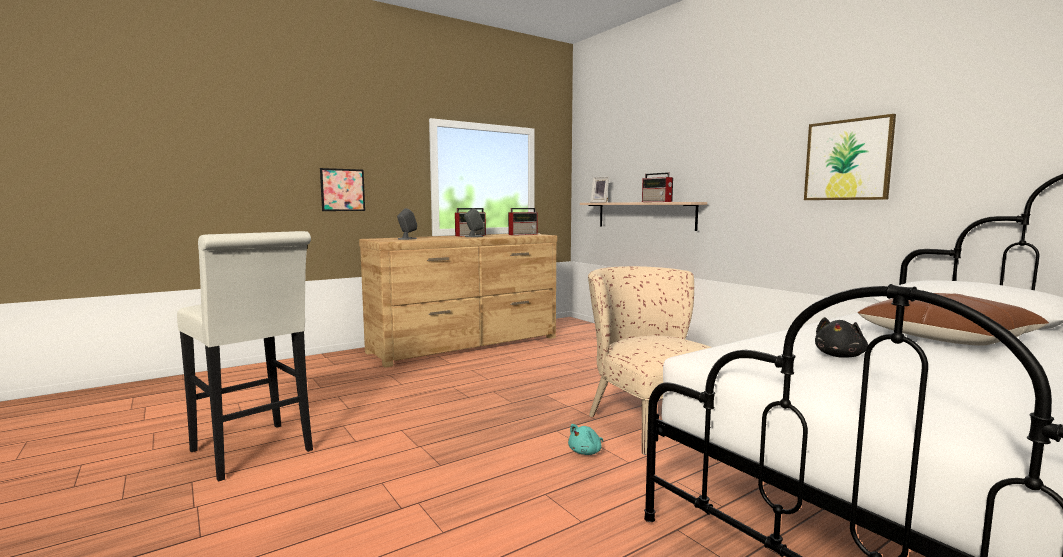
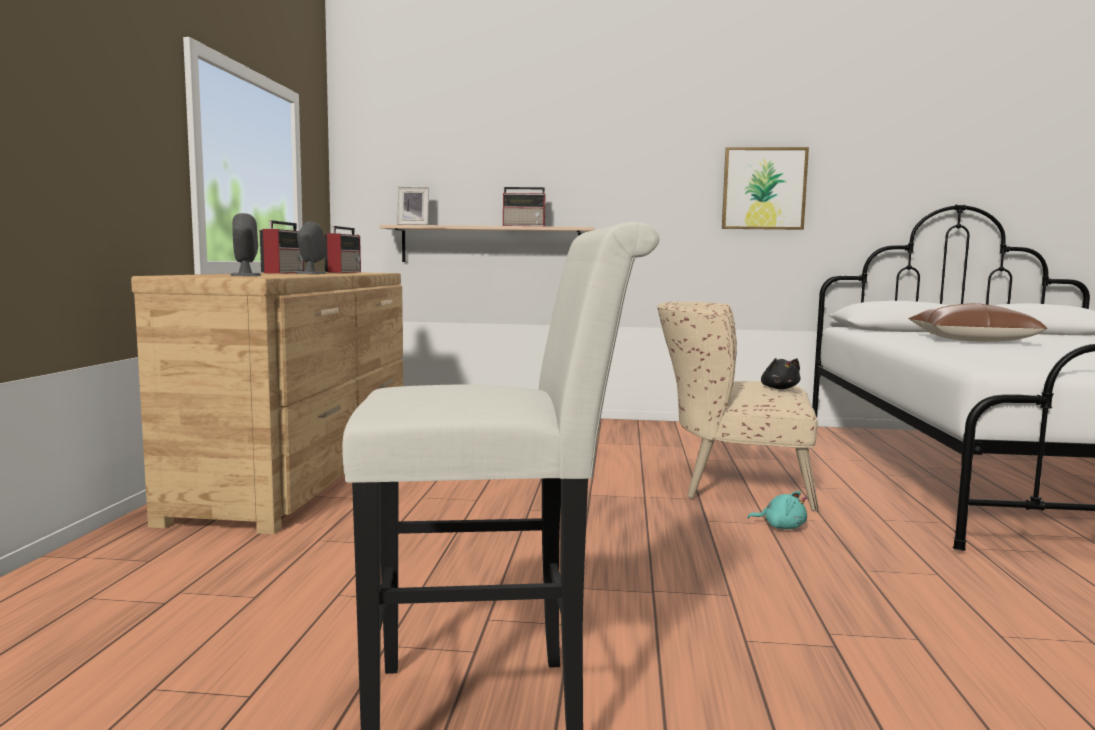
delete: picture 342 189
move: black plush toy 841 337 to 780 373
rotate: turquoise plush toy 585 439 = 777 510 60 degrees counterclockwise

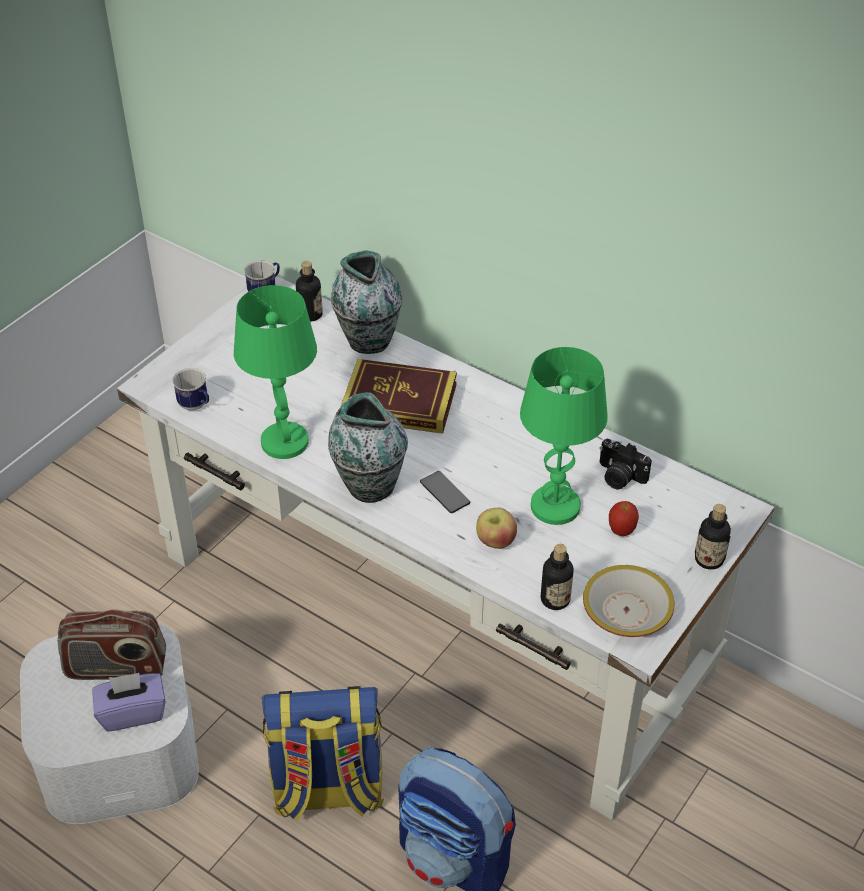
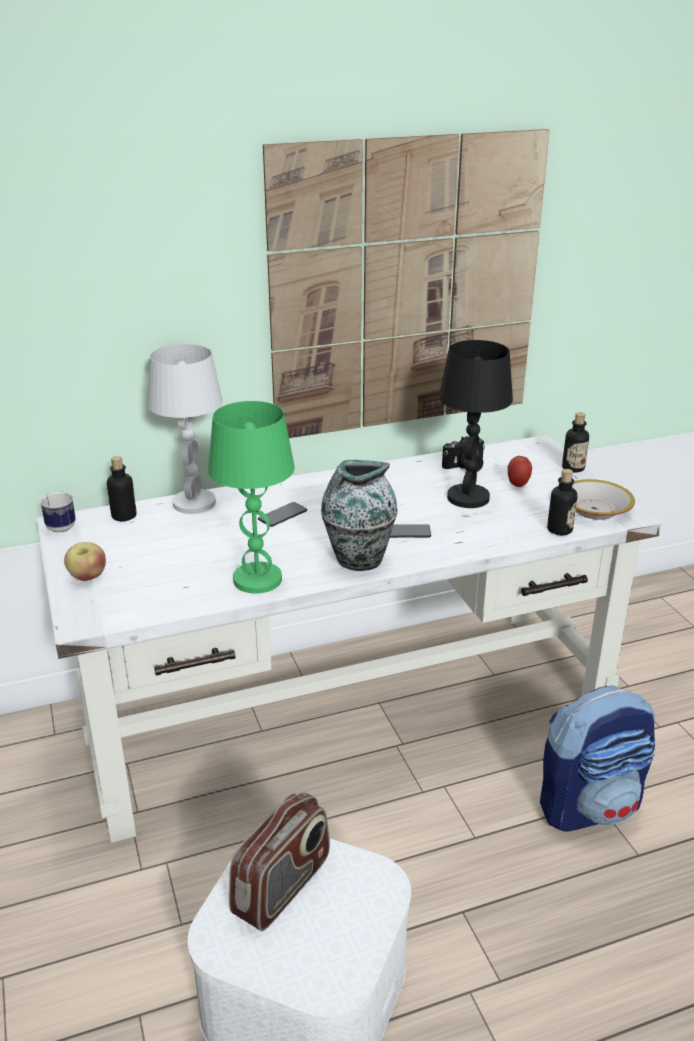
delete: purple tissue box 128 702; mug 190 389; backpack 323 754
insert: picture 406 283
move: apple 496 528 to 85 561
replace: vase 366 302 to white table lamp 185 429; book 399 396 to phone 282 514
recolor: green table lamp 564 436 to black table lamp 476 424

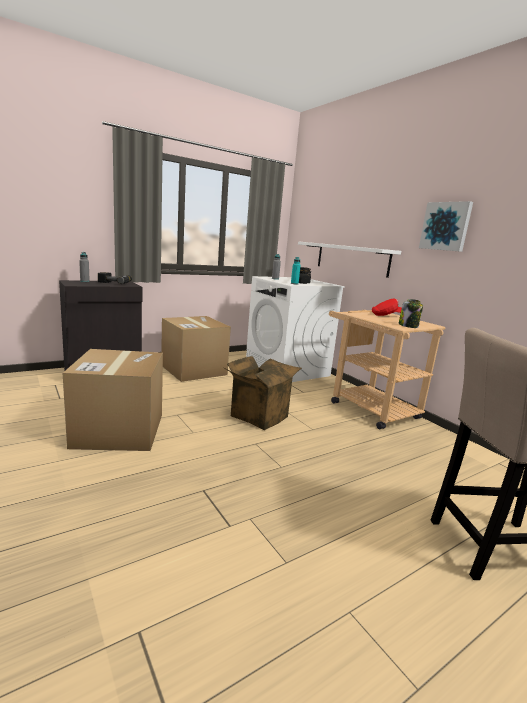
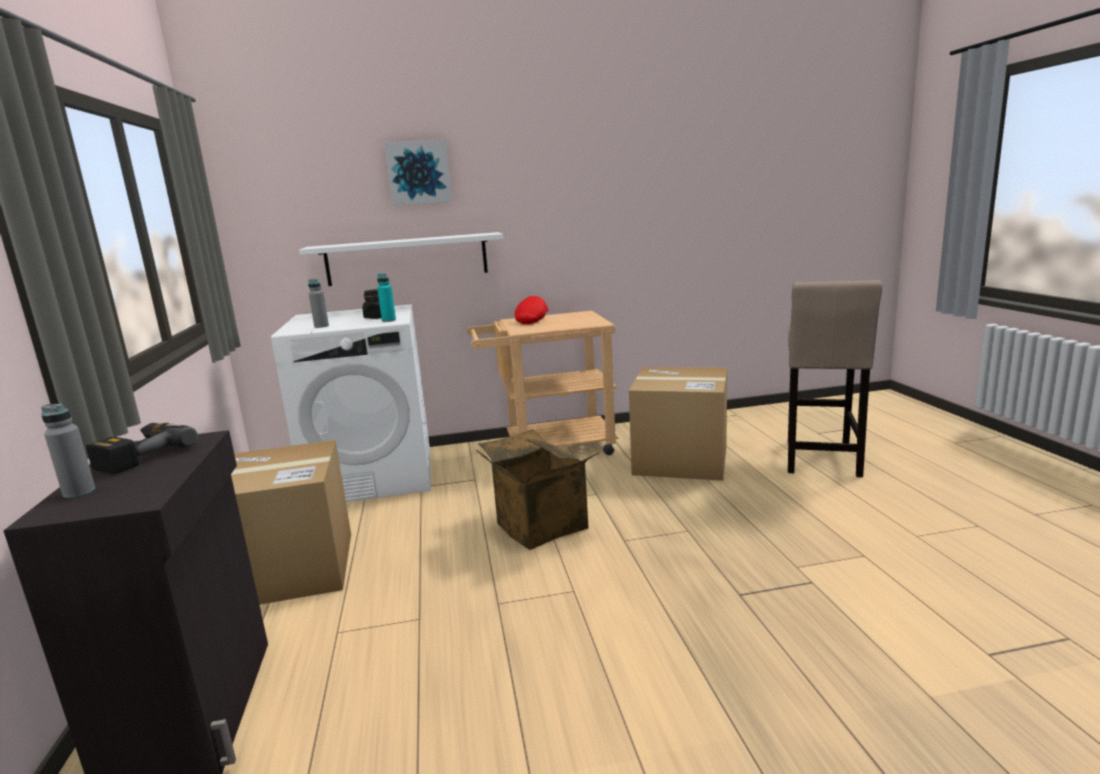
delete: jar 411 313
move: picture 446 226 to 418 172; cardboard box 113 400 to 678 424

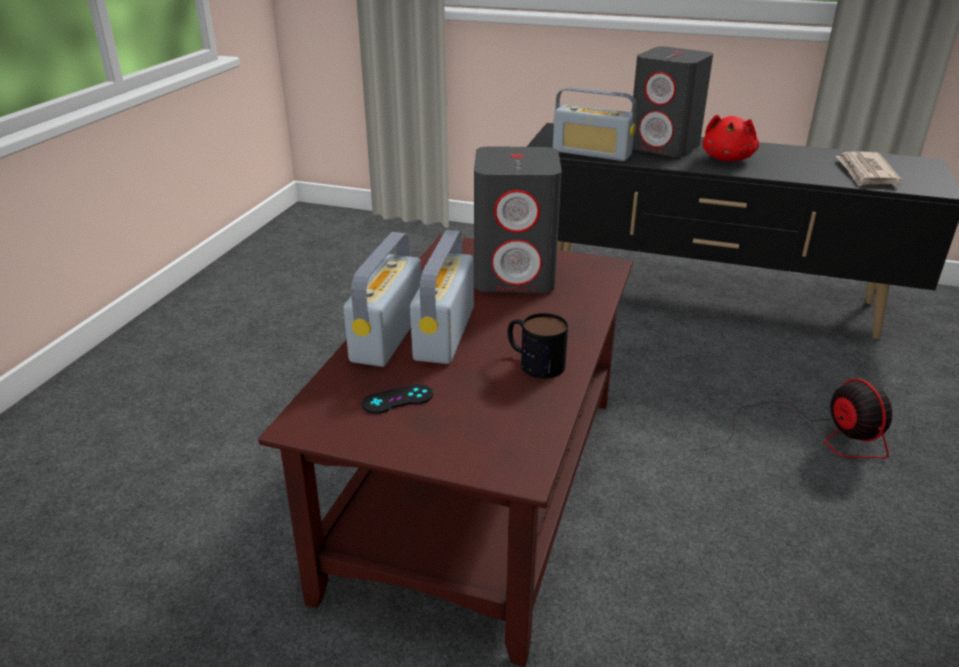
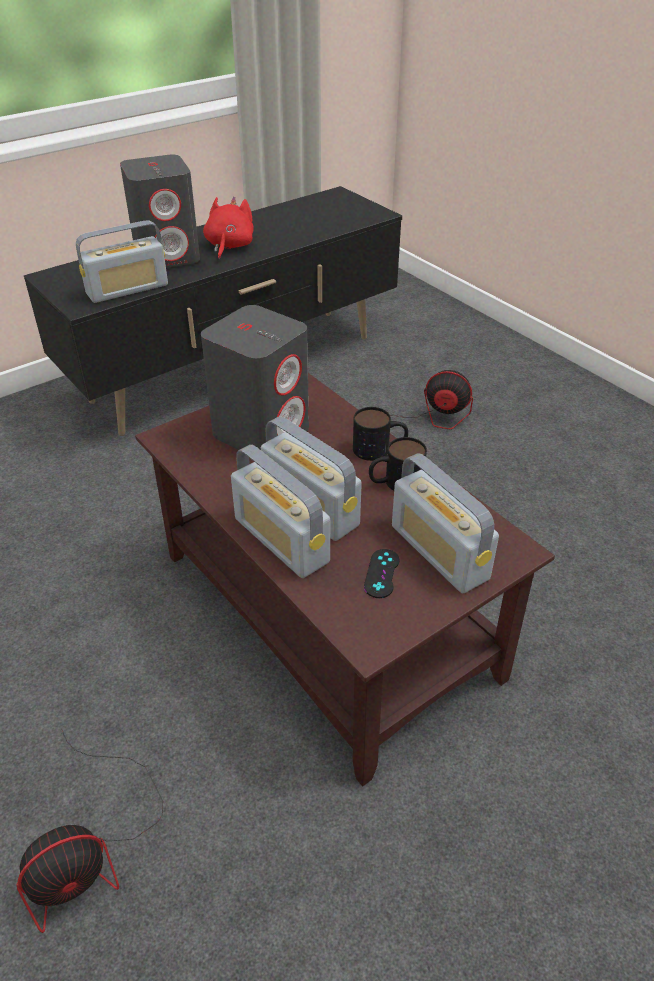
delete: newspaper 869 168
insert: fan 89 830; mug 380 434; radio 445 523
rotate: red plush toy 730 138 = 228 228 135 degrees counterclockwise

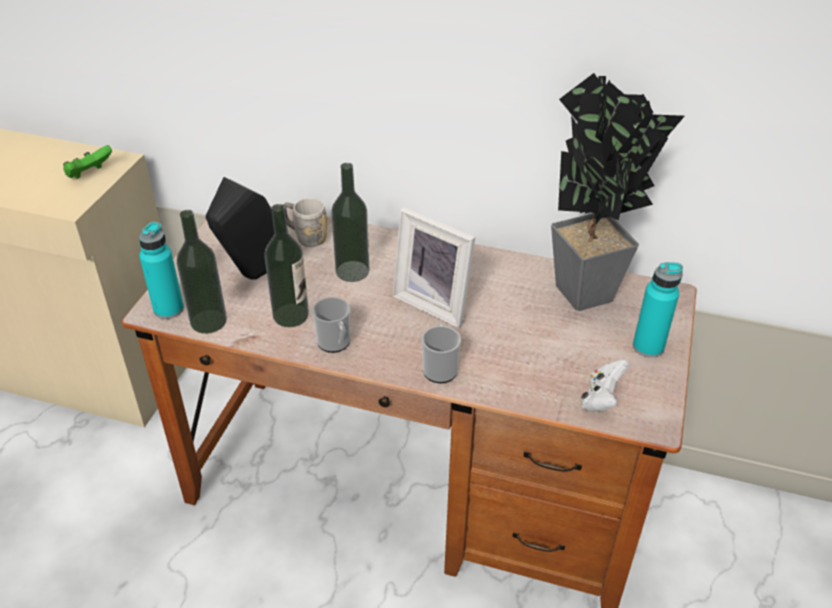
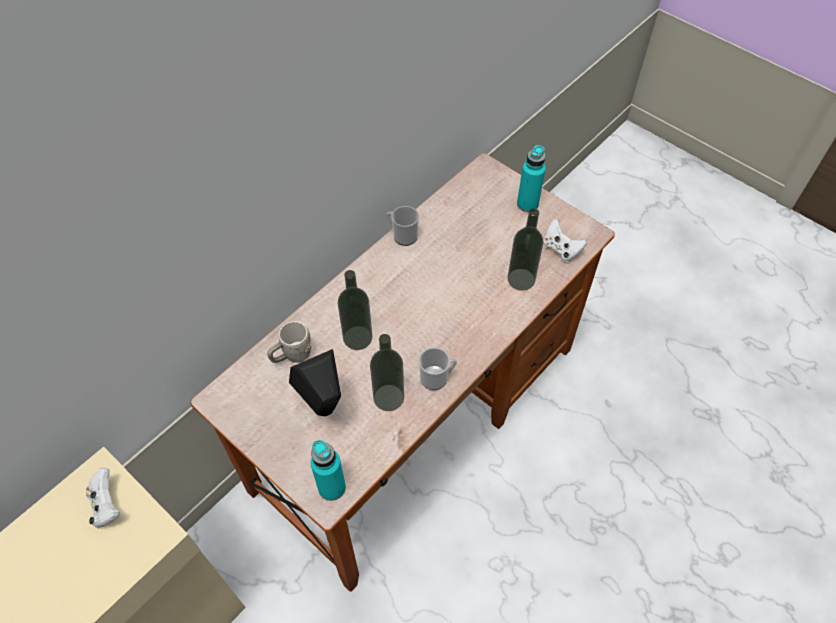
delete: picture frame 434 267; potted plant 618 192
move: mug 441 353 to 403 226; bottle 202 272 to 525 249
recolor: green game controller 87 162 to white game controller 103 498

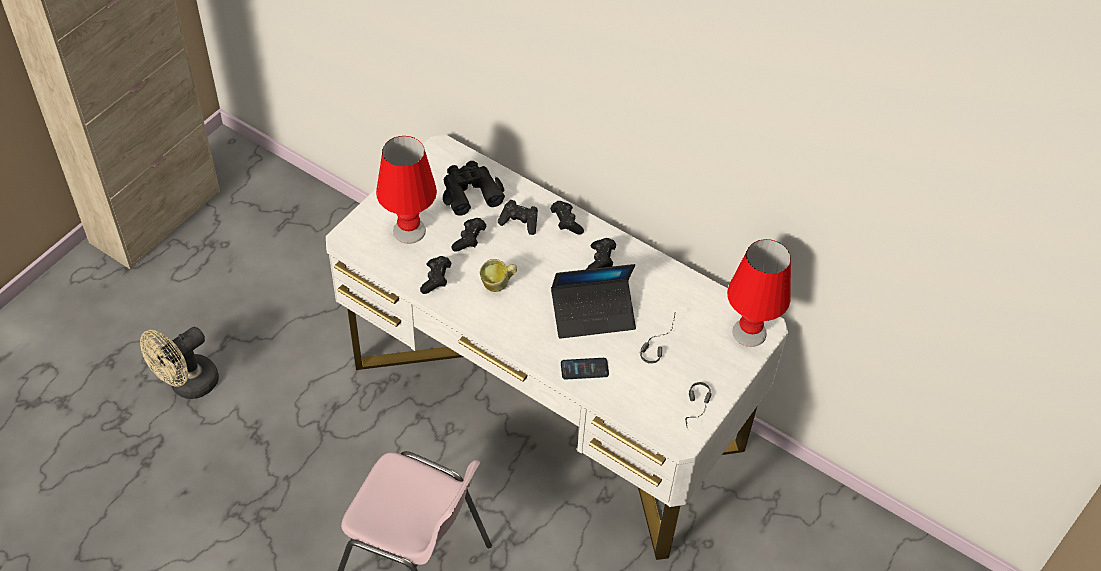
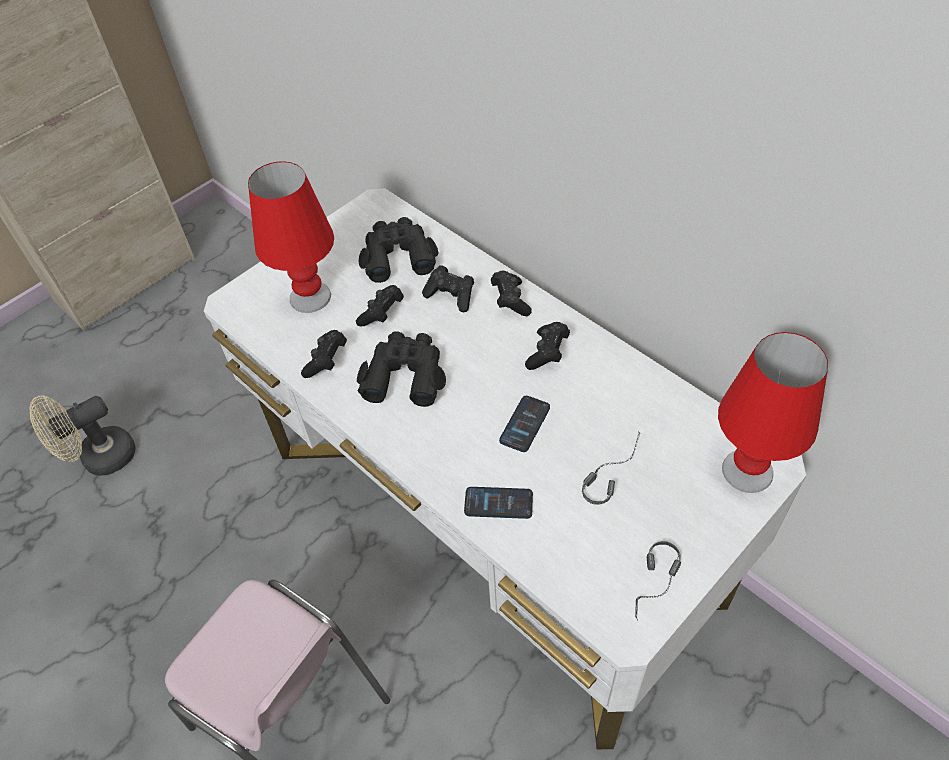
replace: mug 498 275 to black binoculars 401 369; laptop 593 301 to phone 524 424

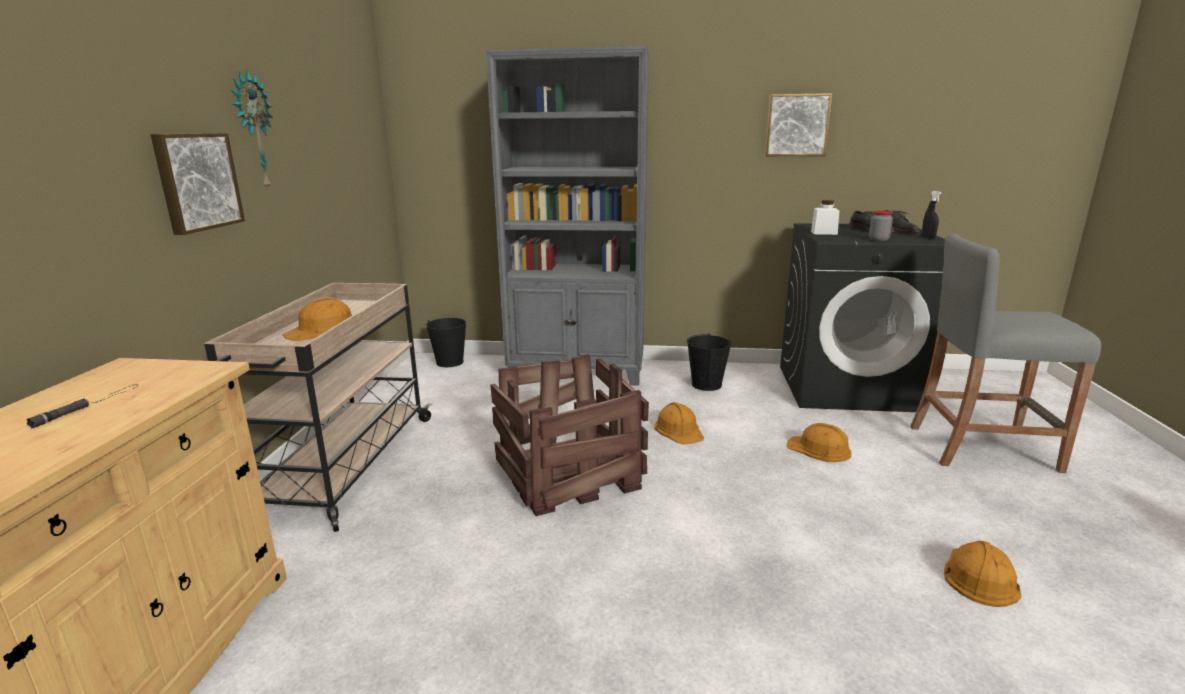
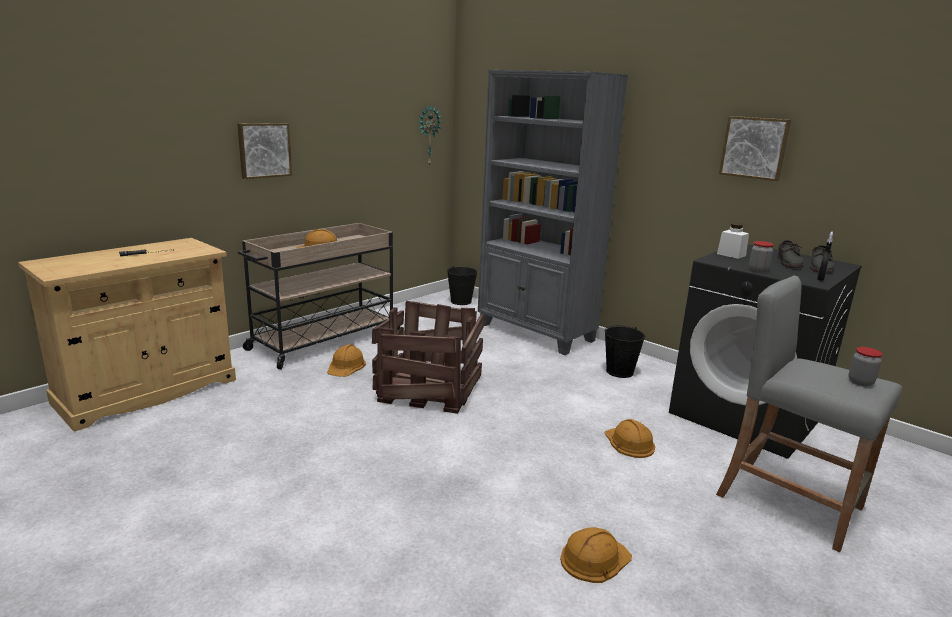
insert: jar 865 367
move: orange hard hat 679 423 to 346 360; wall clock 252 130 to 429 135

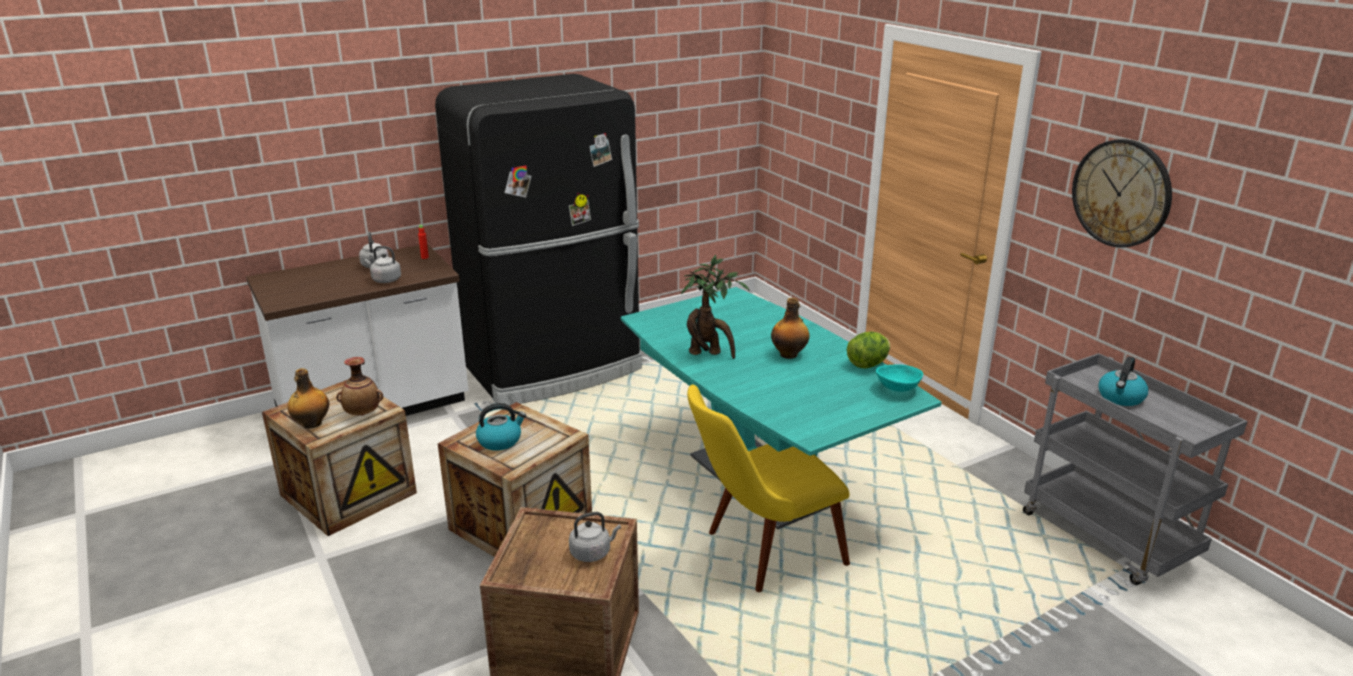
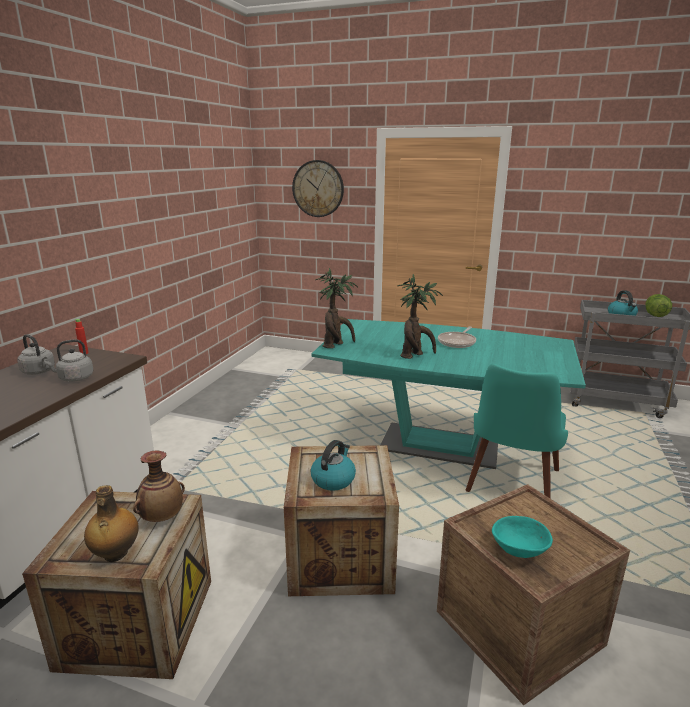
delete: black fridge 538 239; grey kettle 595 537
insert: potted plant 336 308
move: wall clock 1122 193 to 318 188; turquoise bowl 899 378 to 522 537; lettuce 868 350 to 658 305
replace: bottle 790 328 to frying pan 457 337
recolor: yellow chair 768 488 to turquoise chair 517 431

